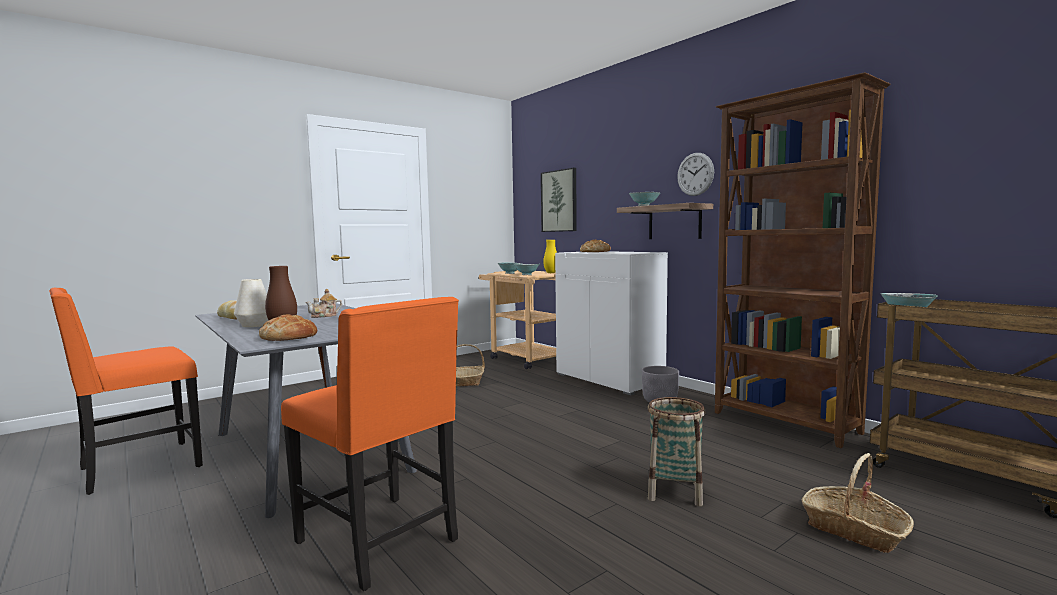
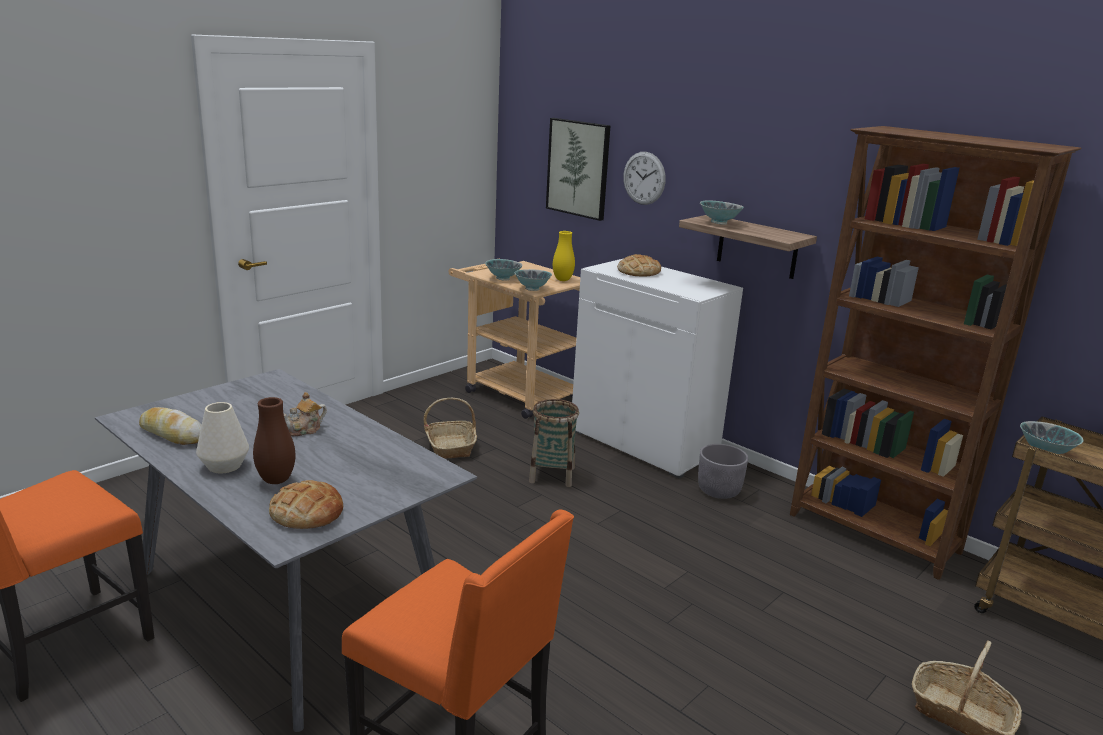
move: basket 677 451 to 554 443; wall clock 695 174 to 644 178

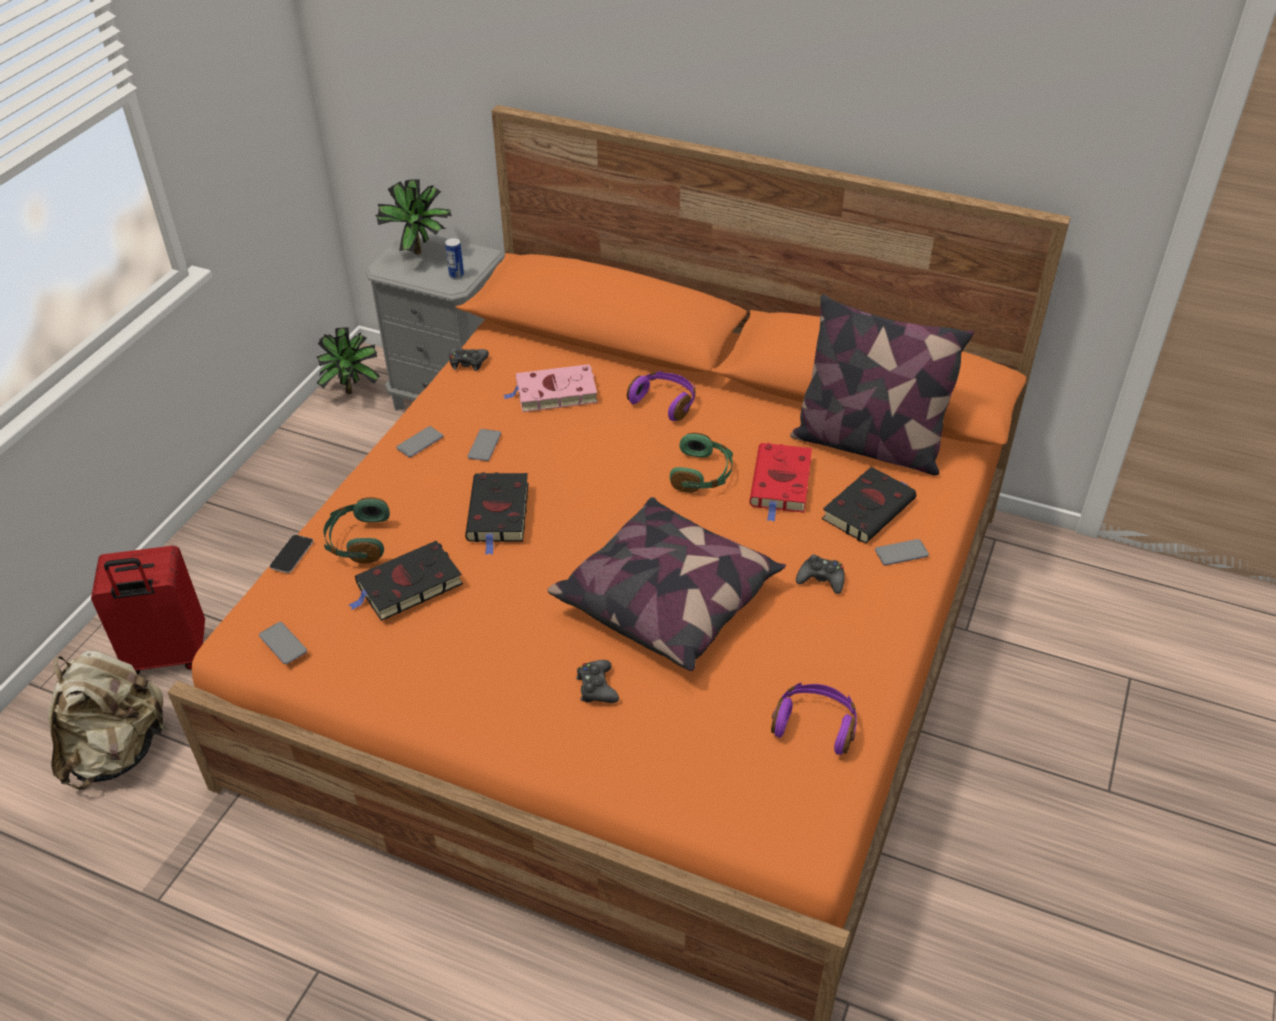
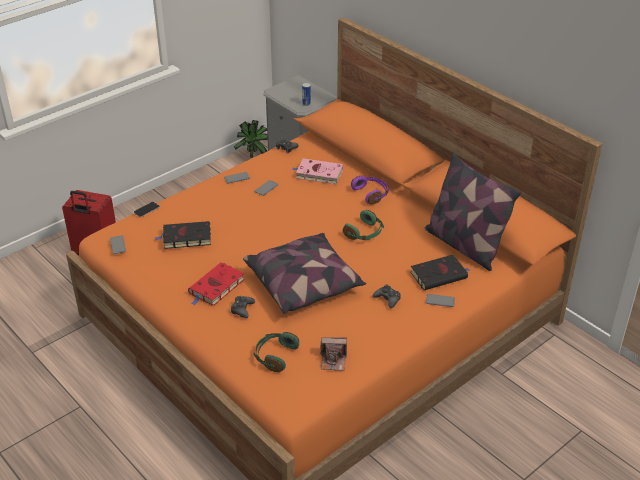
delete: beige backpack 108 720; potted plant 413 217; black book 497 513
move: red book 781 482 to 216 284; green headphones 357 530 to 276 352
replace: purple headphones 814 719 to photo camera 333 354

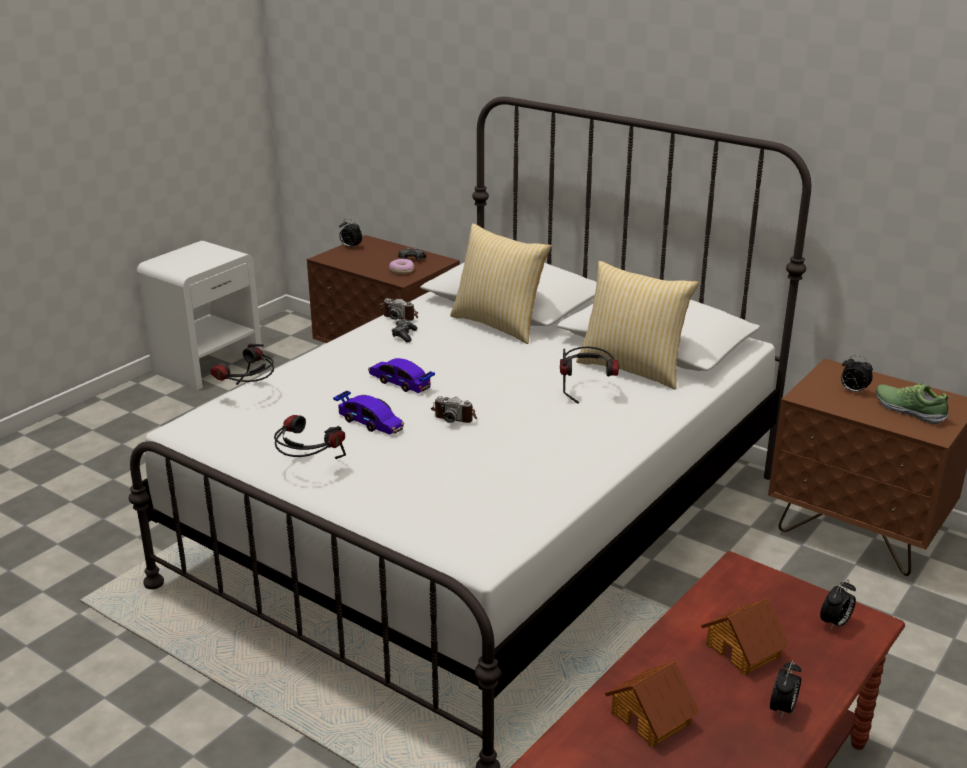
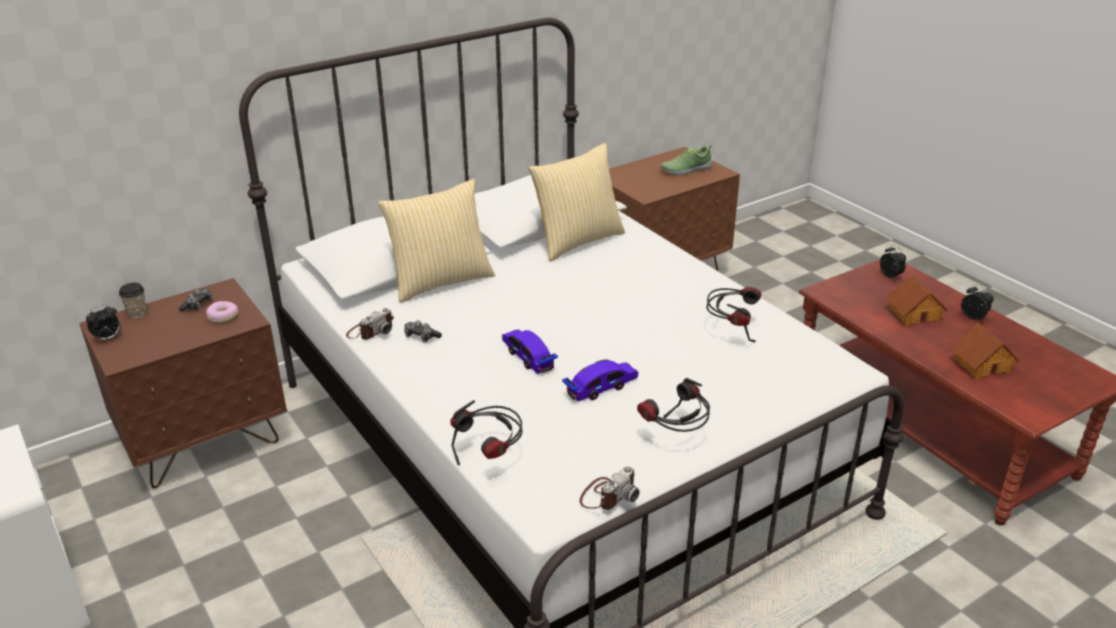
delete: alarm clock 857 375
insert: cup 133 300
move: photo camera 454 409 to 610 488; headphones 589 375 to 733 314
rotate: toy car 401 375 = 529 351 90 degrees clockwise

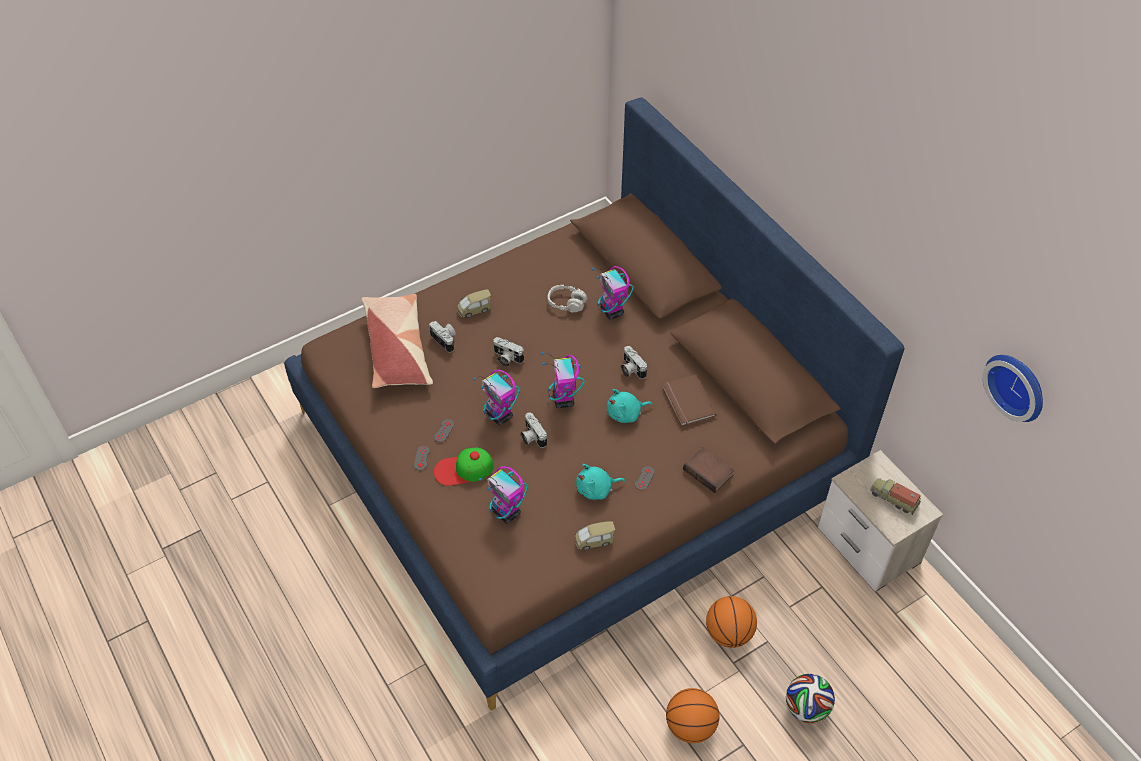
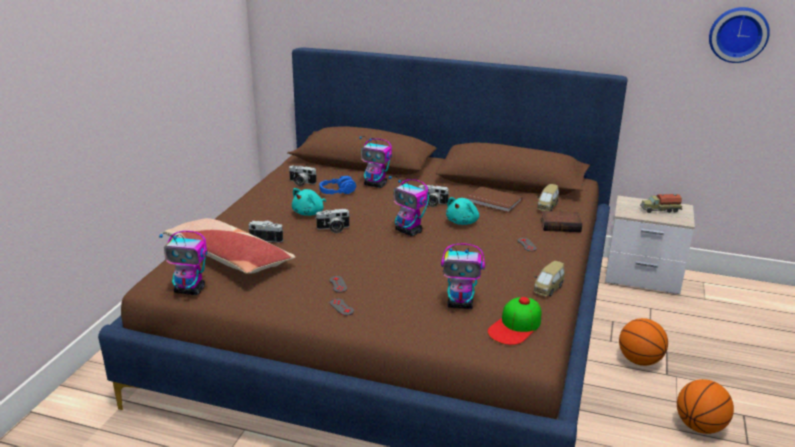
delete: football 810 698
move: toy robot 496 397 to 183 263; photo camera 534 430 to 303 176; turquoise plush toy 600 482 to 309 202; cap 463 467 to 514 321; toy car 474 303 to 548 197
recolor: grey headphones 567 298 to blue headphones 337 185

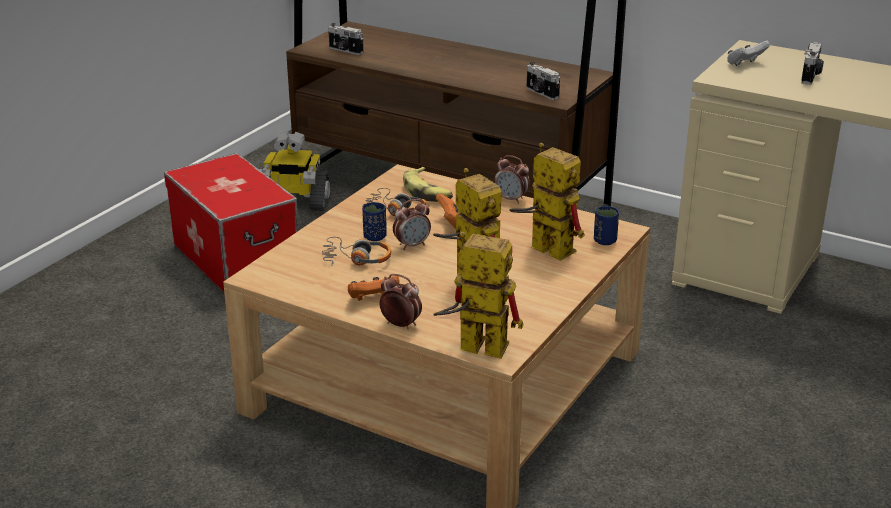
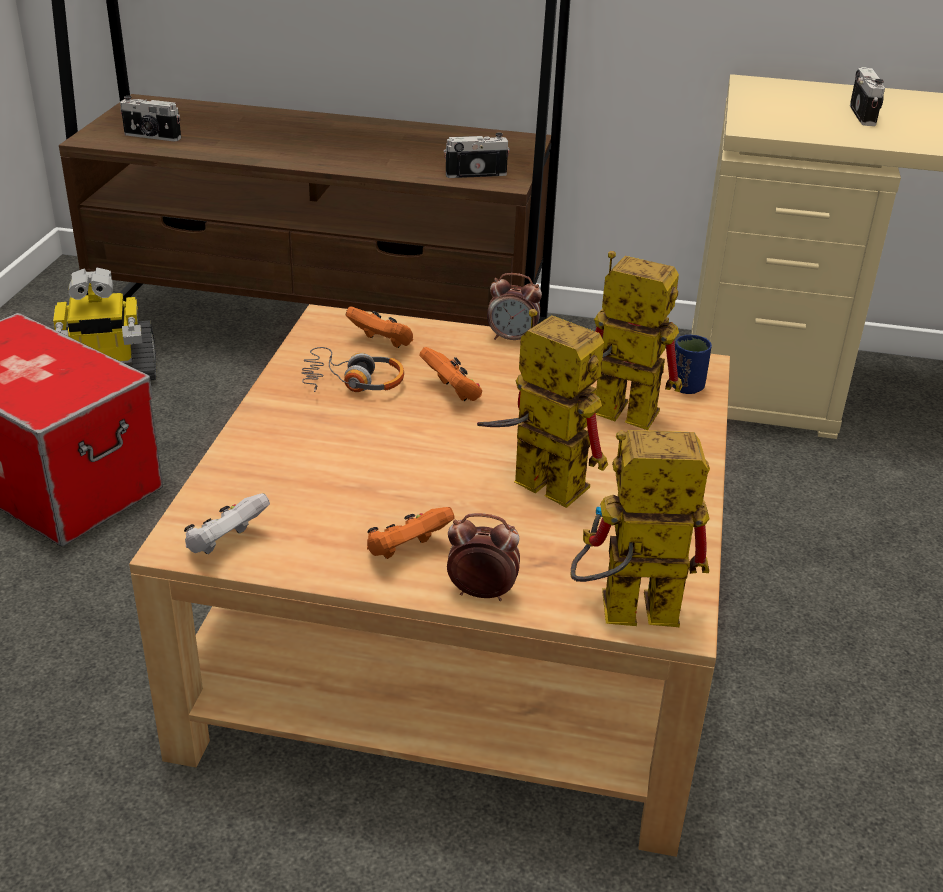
delete: headphones 356 251; blue cup 374 221; alarm clock 412 224
move: white game controller 748 53 to 227 523
replace: banana 428 184 to orange game controller 379 327
rotate: photo camera 543 81 = 477 155 135 degrees clockwise

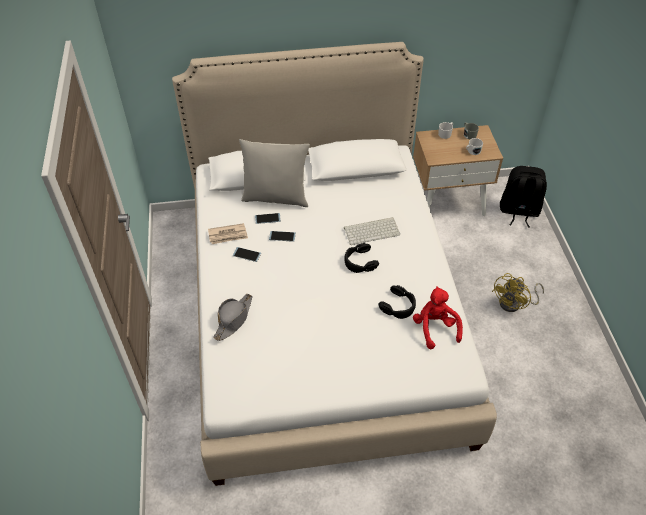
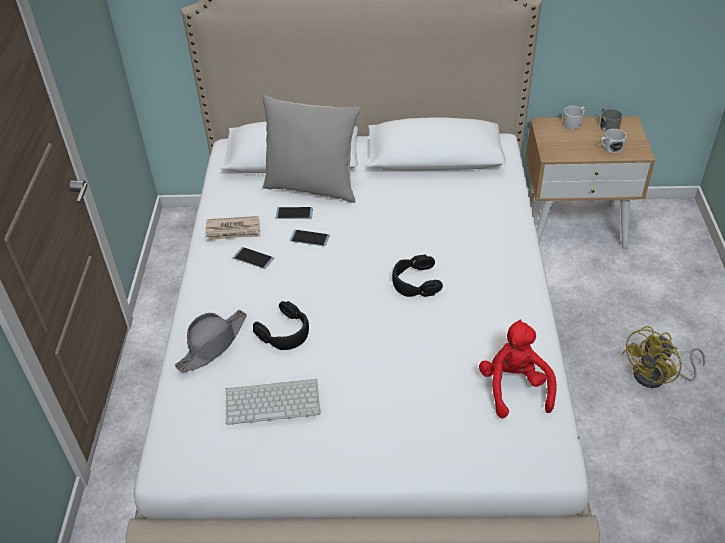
delete: black backpack 523 197
move: keyboard 372 231 to 273 402; black headphones 397 302 to 281 325

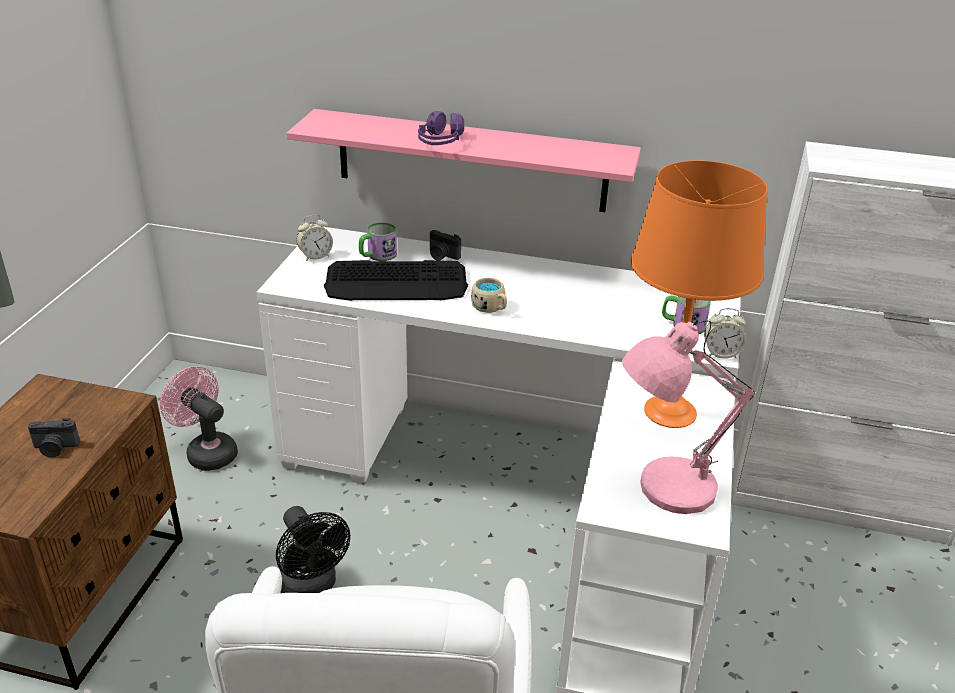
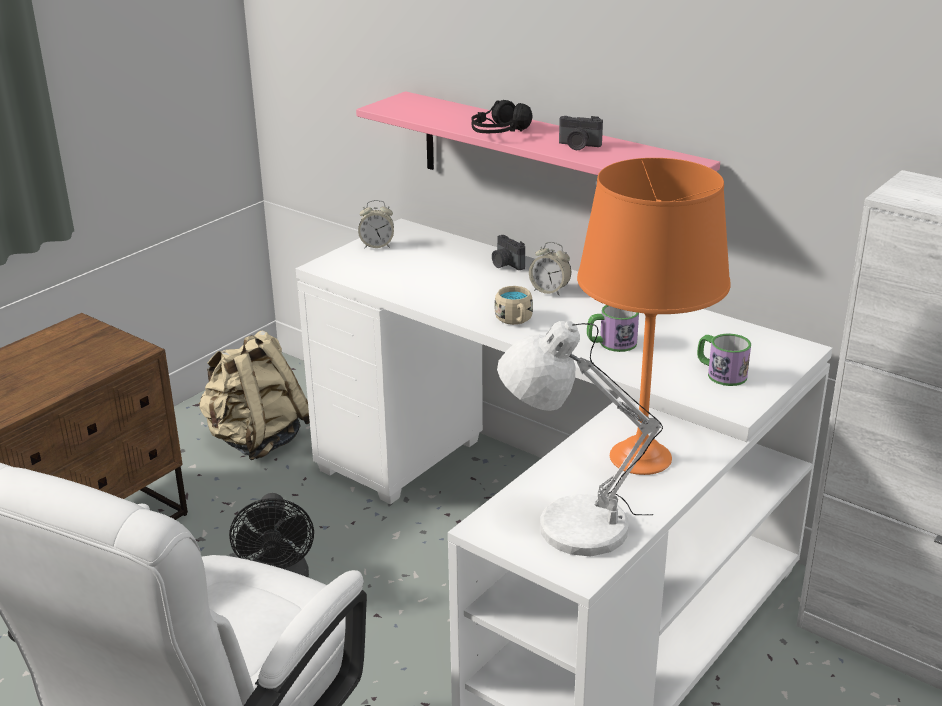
delete: keyboard 396 280
move: alarm clock 725 333 to 550 269; photo camera 54 437 to 581 133; mug 378 242 to 613 328
replace: pink fan 199 418 to beige backpack 254 395
recolor: purple headphones 441 128 to black headphones 502 116; pink table lamp 688 417 to white table lamp 580 438

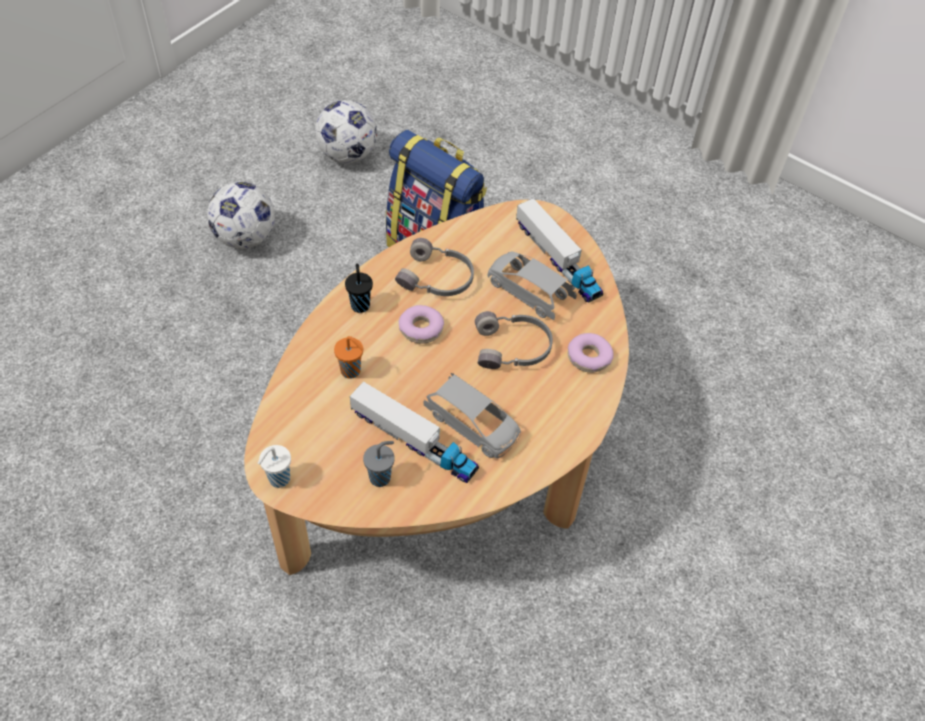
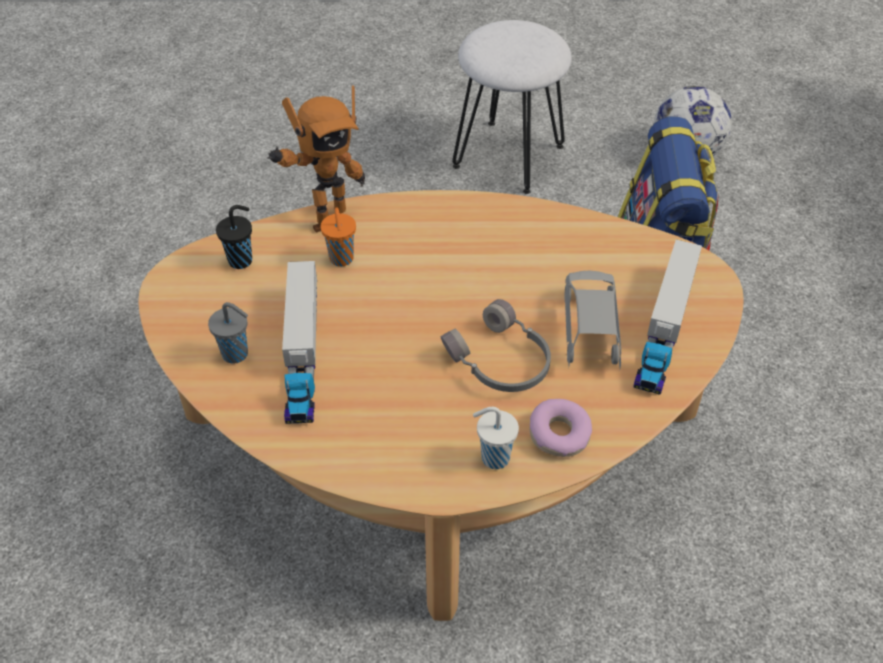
delete: grey headphones 434 267; donut 421 324; grey toy car 472 415
insert: toy robot 316 159
move: black cup 359 288 to 234 237; white cup 274 466 to 496 438
replace: football 241 215 to white stool 512 107

